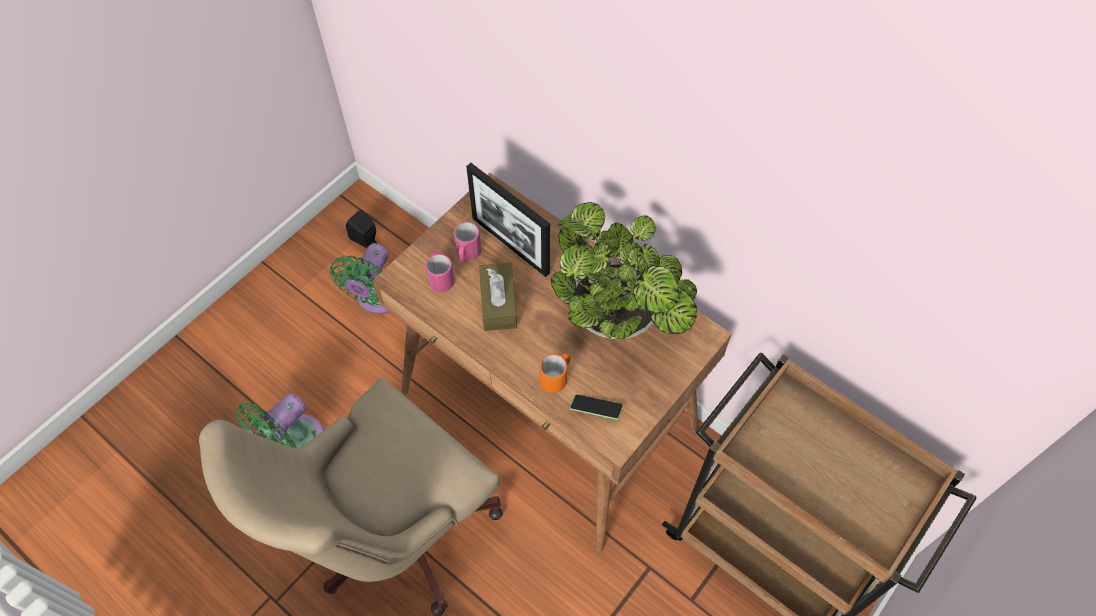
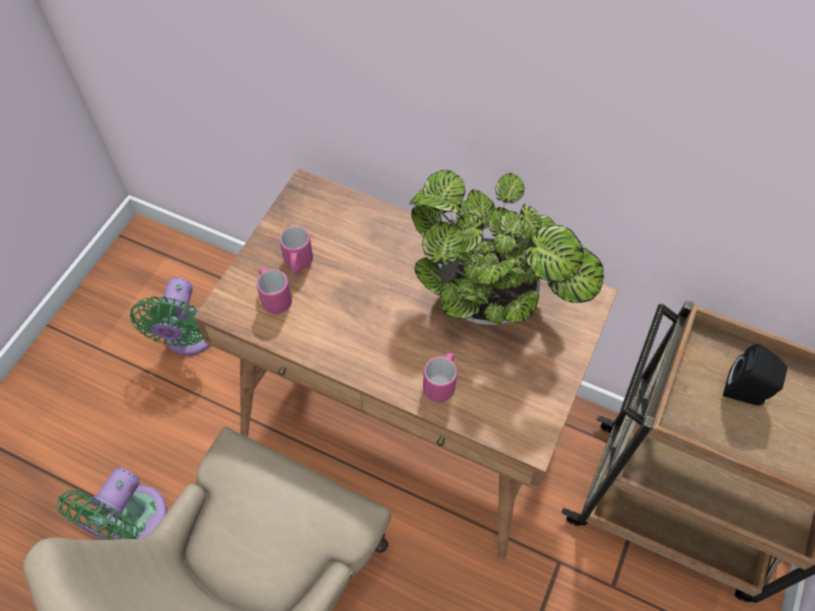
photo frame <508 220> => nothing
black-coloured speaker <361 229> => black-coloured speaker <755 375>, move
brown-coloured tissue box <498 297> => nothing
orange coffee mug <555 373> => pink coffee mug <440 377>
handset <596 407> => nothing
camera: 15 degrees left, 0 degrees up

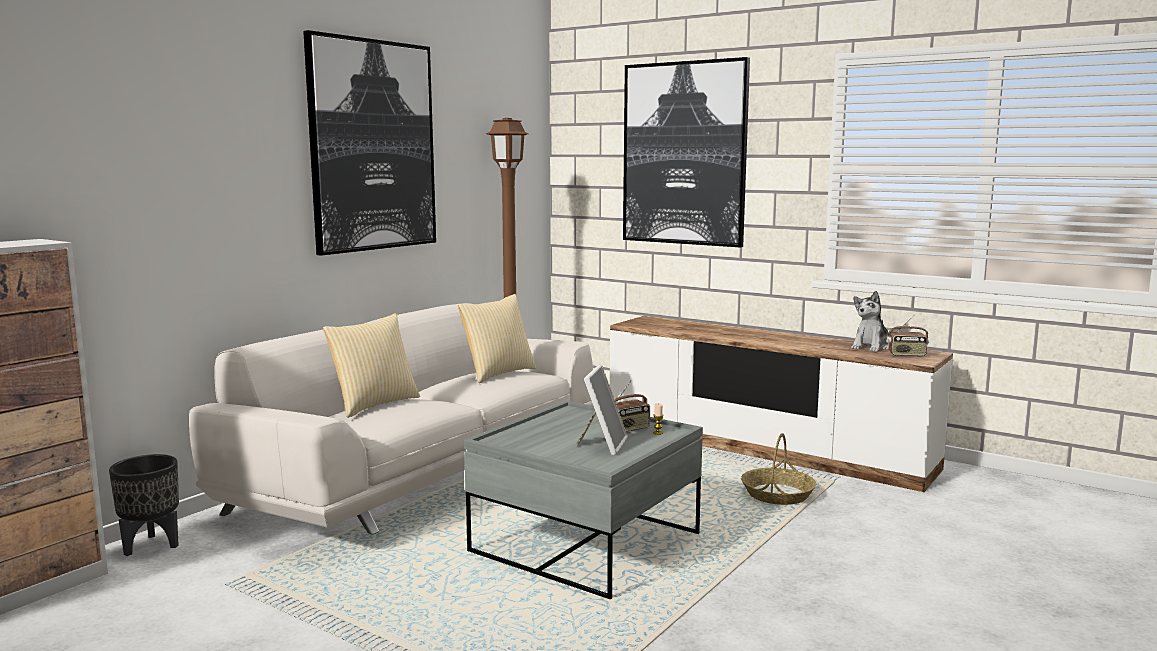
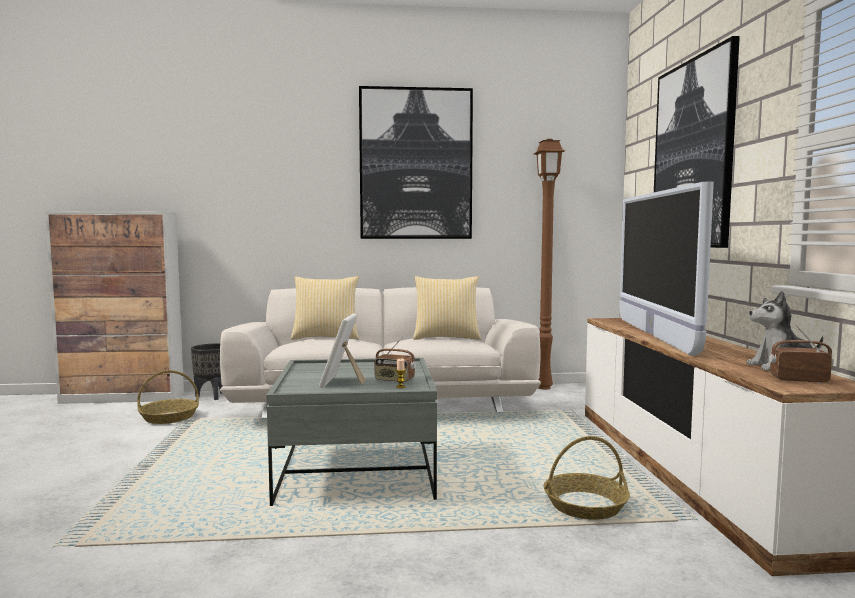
radio <908 336> => radio <801 354>, 135 degrees clockwise
photo frame <602 410> => photo frame <342 350>, 120 degrees clockwise
nothing => television <666 269>
nothing => household basket <168 397>
camera: 50 degrees right, 5 degrees down

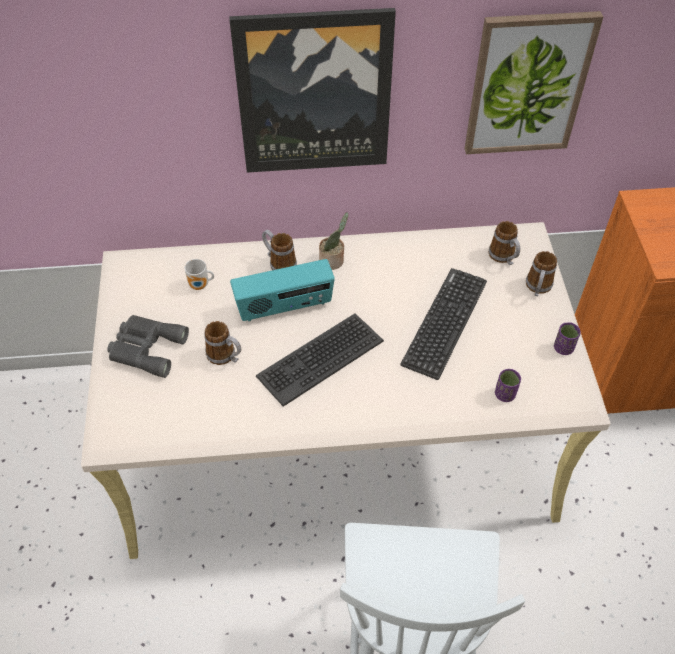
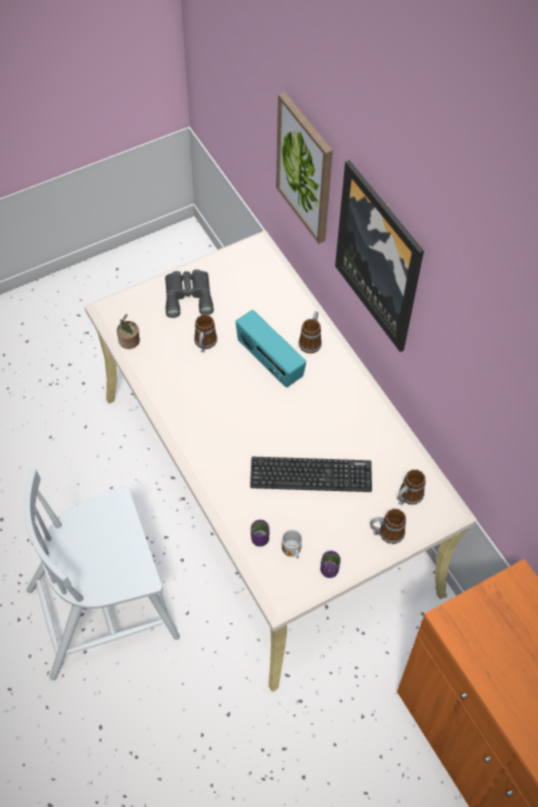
wall picture <534 82> => wall picture <304 168>, move
potted plant <333 241> => potted plant <128 331>, move
coffee mug <199 274> => coffee mug <292 544>, move
PC keyboard <320 360> => nothing
camera: 65 degrees right, 5 degrees up

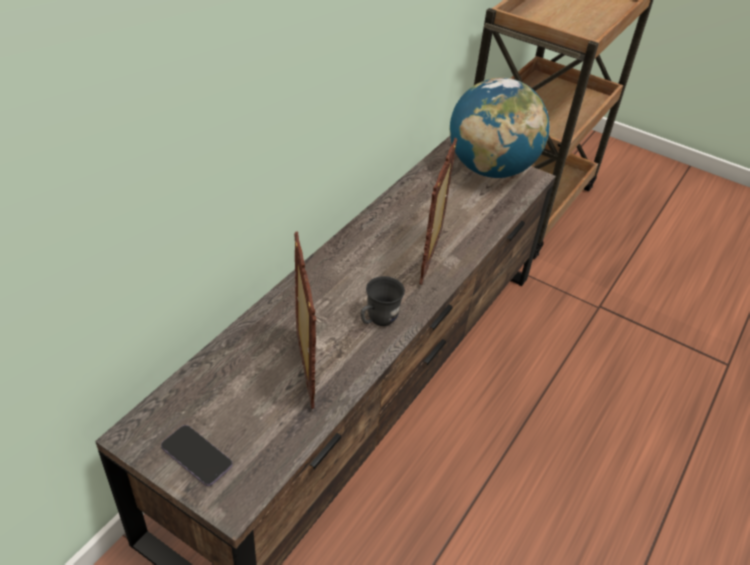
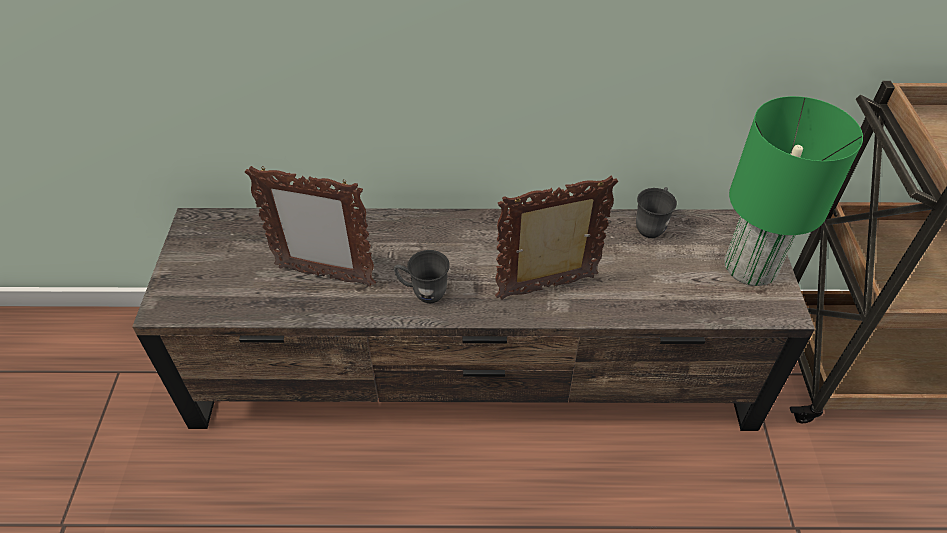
desk globe <499 127> => green-coloured tabletop lamp <793 191>
photo frame <305 320> => photo frame <310 226>, 60 degrees clockwise
handset <197 455> => nothing
nothing => grey coffee mug <656 212>
camera: 60 degrees right, 5 degrees up

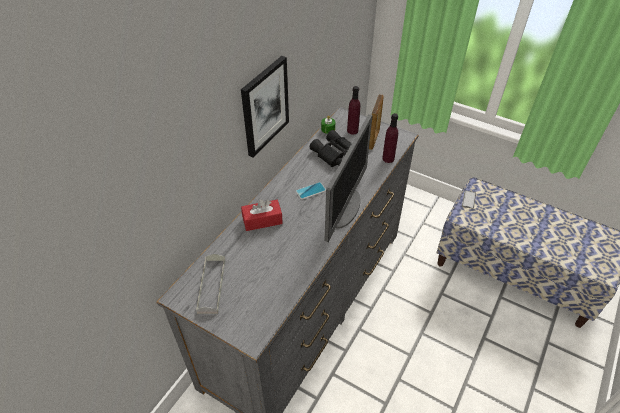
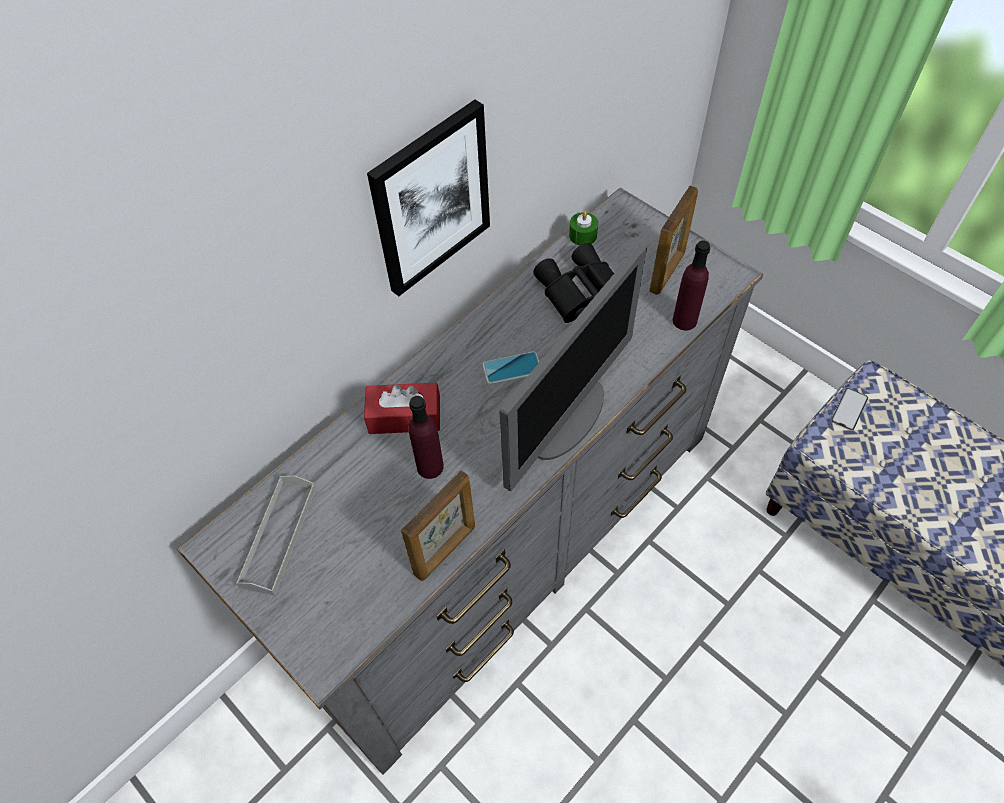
purple drink bottle <353 110> => purple drink bottle <426 437>, move
nothing => photo frame <438 525>
camera: 15 degrees right, 10 degrees up

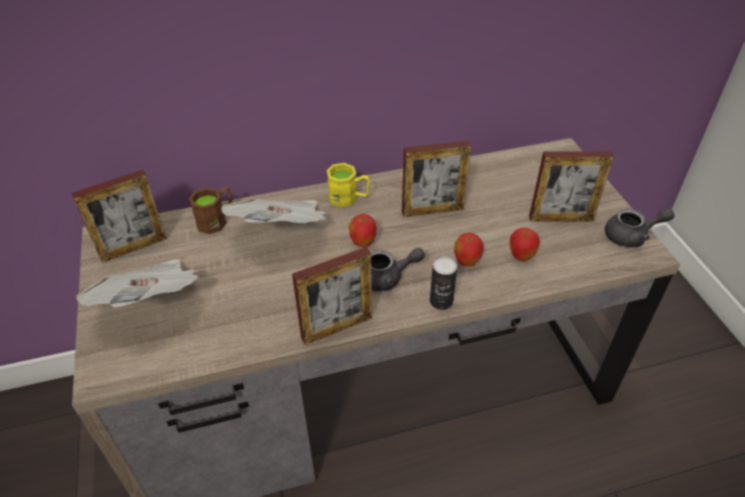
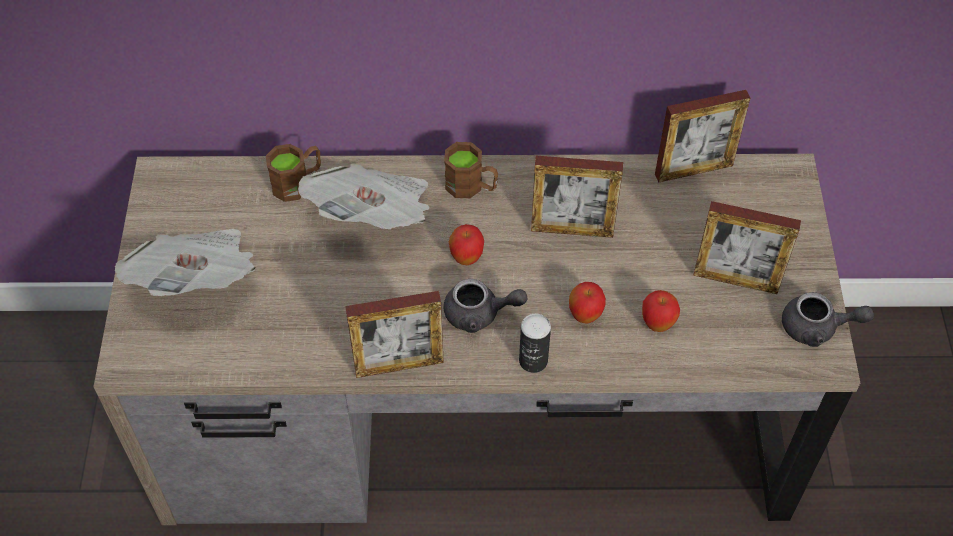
yellowish coffee mug <348 185> => brown-coloured coffee mug <471 170>
photo frame <119 216> => photo frame <702 136>, move
camera: 15 degrees right, 10 degrees up

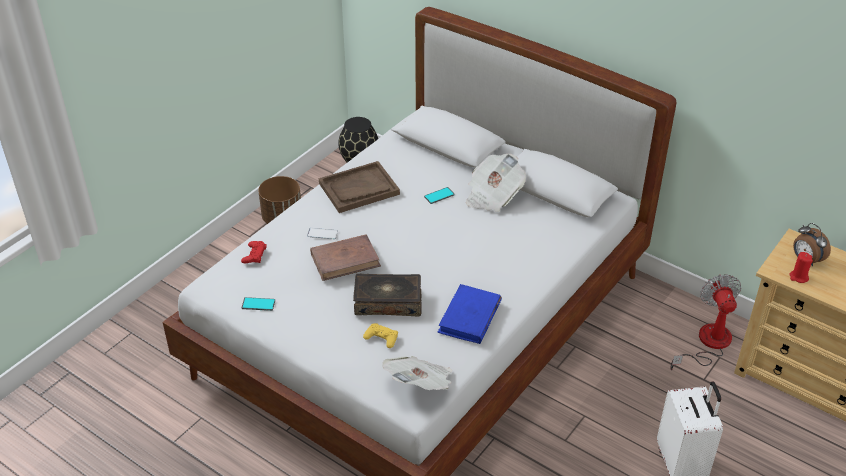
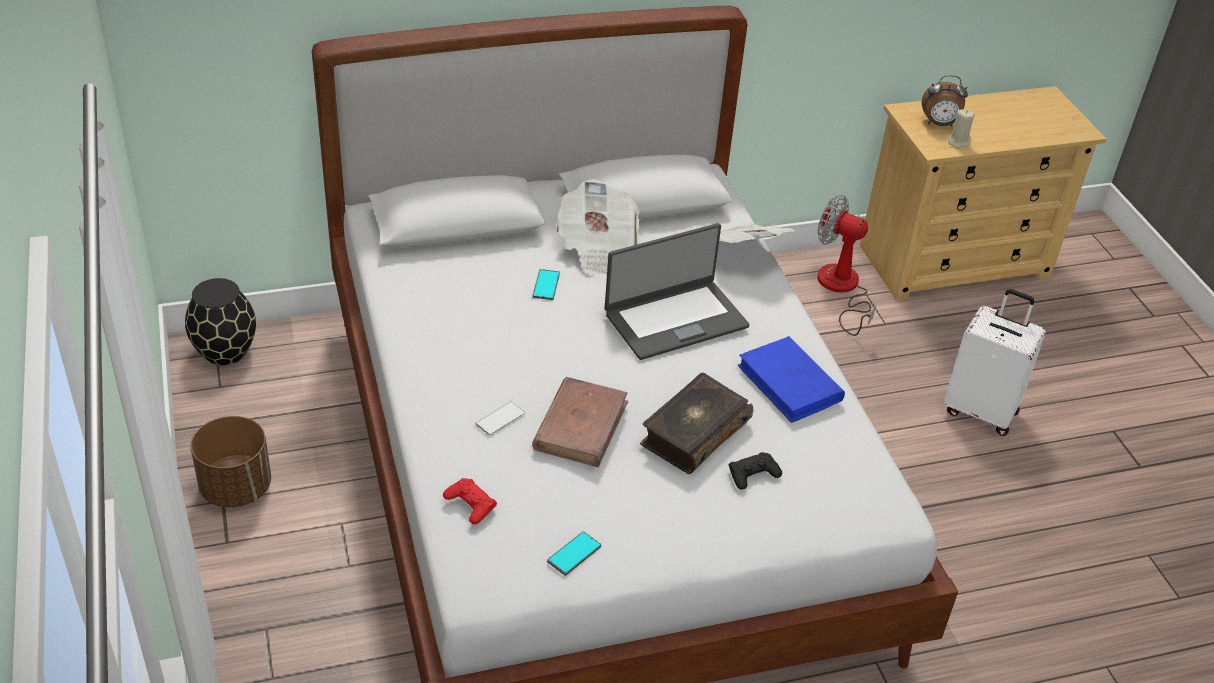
brown-coloured serving tray <359 187> => nothing
reddish wax candle <801 267> => sand-coloured wax candle <961 129>
yellowish joypad <380 335> => black-coloured joypad <755 471>
printed paper <417 373> => printed paper <756 233>, move
nothing => notebook computer <677 291>
camera: 55 degrees left, 0 degrees up

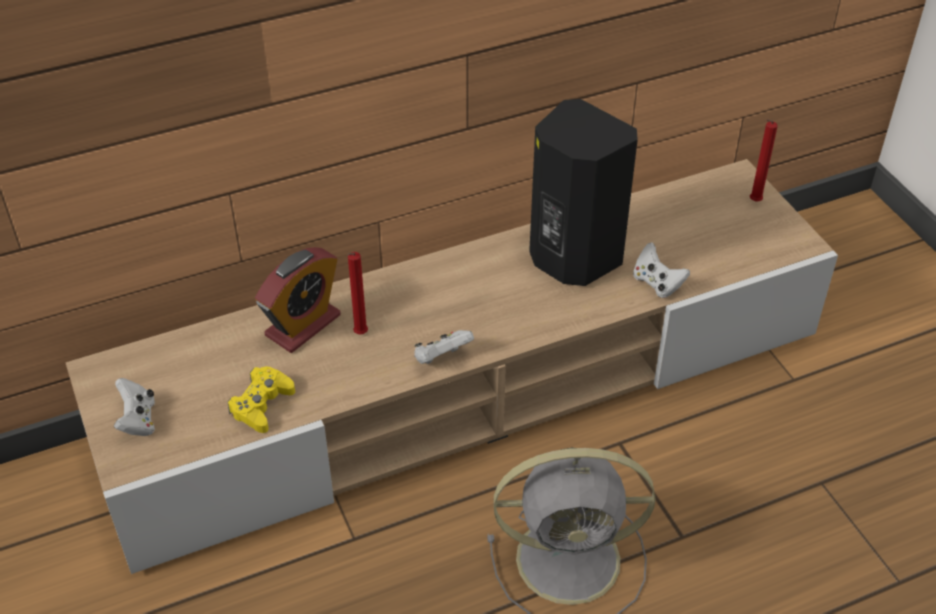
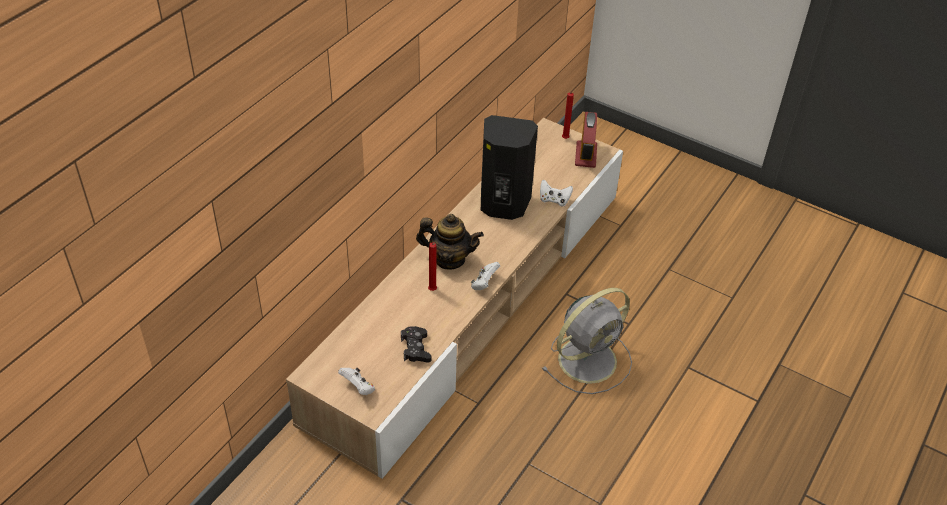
table clock <298 300> => table clock <586 140>, move
yellowish joypad <261 400> => black-coloured joypad <416 344>
nothing => tea pot <450 242>
camera: 35 degrees left, 0 degrees up

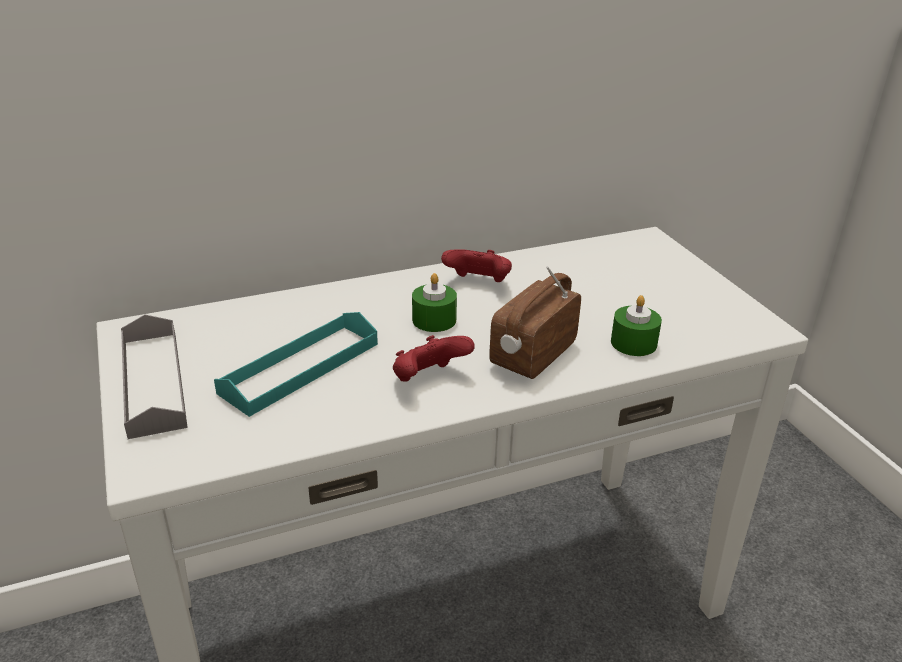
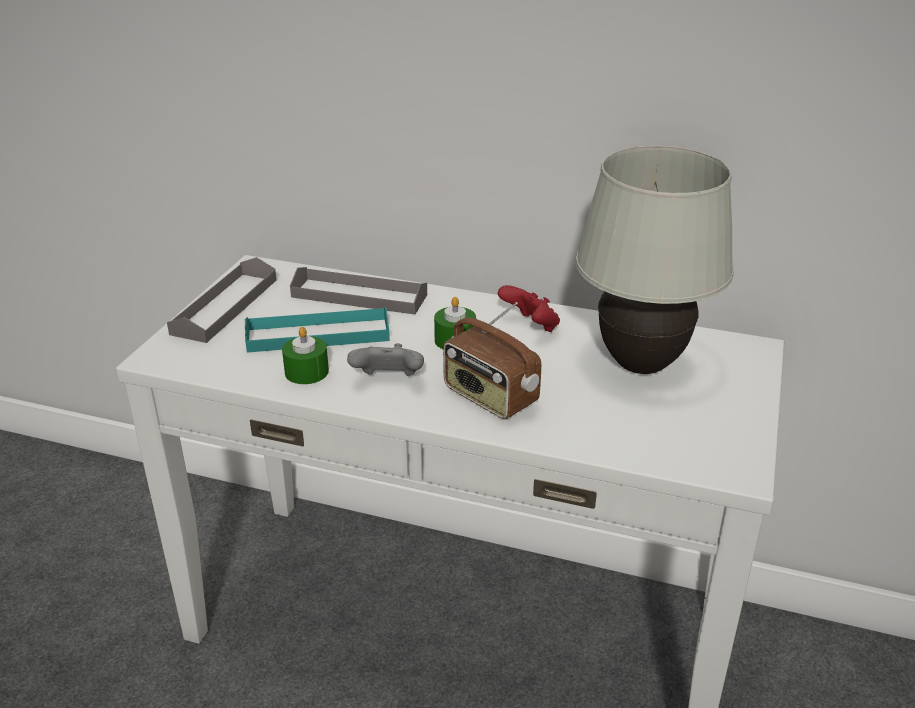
radio <535 322> => radio <492 360>, 120 degrees counterclockwise
green-coloured wax candle <636 325> => green-coloured wax candle <305 355>, move
reddish joypad <434 358> => grey joypad <385 359>
nothing => whitish tabletop lamp <654 260>
nothing => grey serving tray <358 291>
camera: 40 degrees right, 0 degrees up

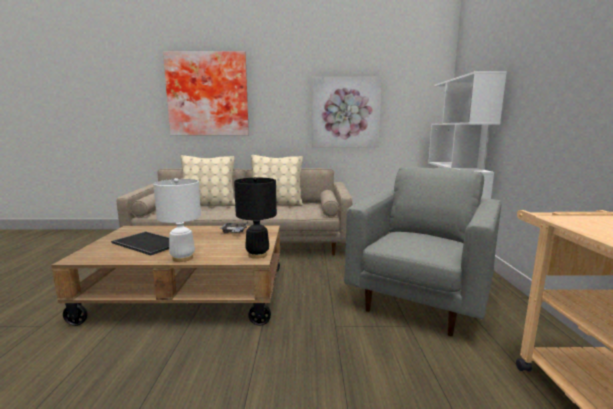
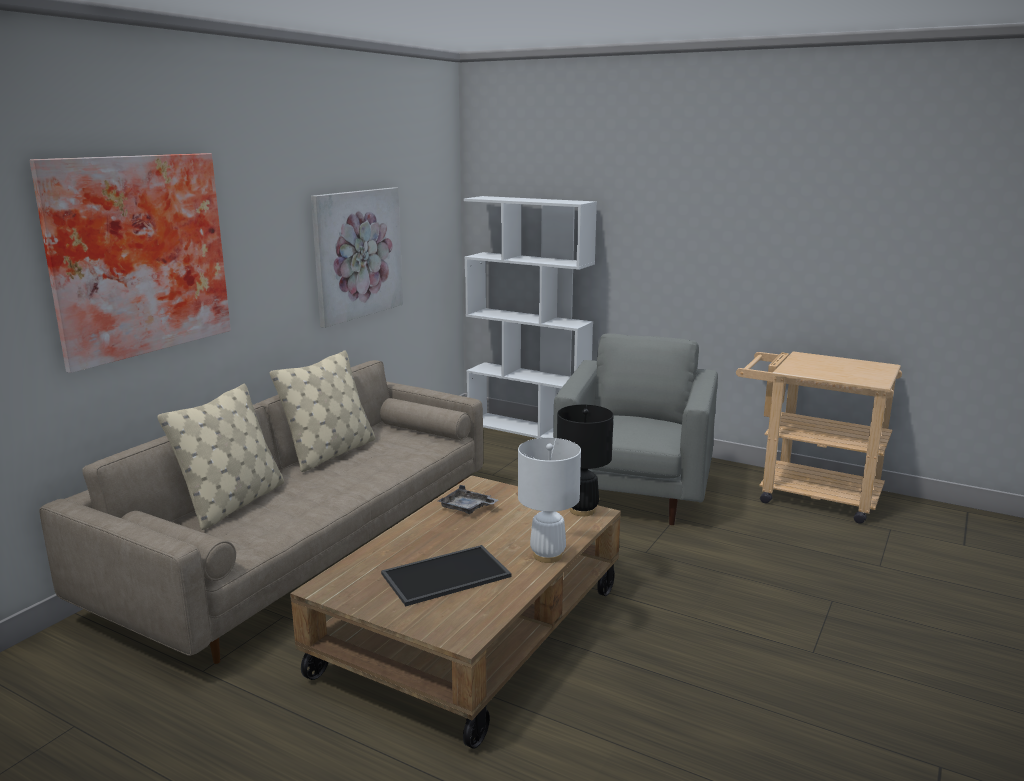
grey armchair <422 251> => grey armchair <635 429>, 45 degrees clockwise
camera: 60 degrees left, 5 degrees up

